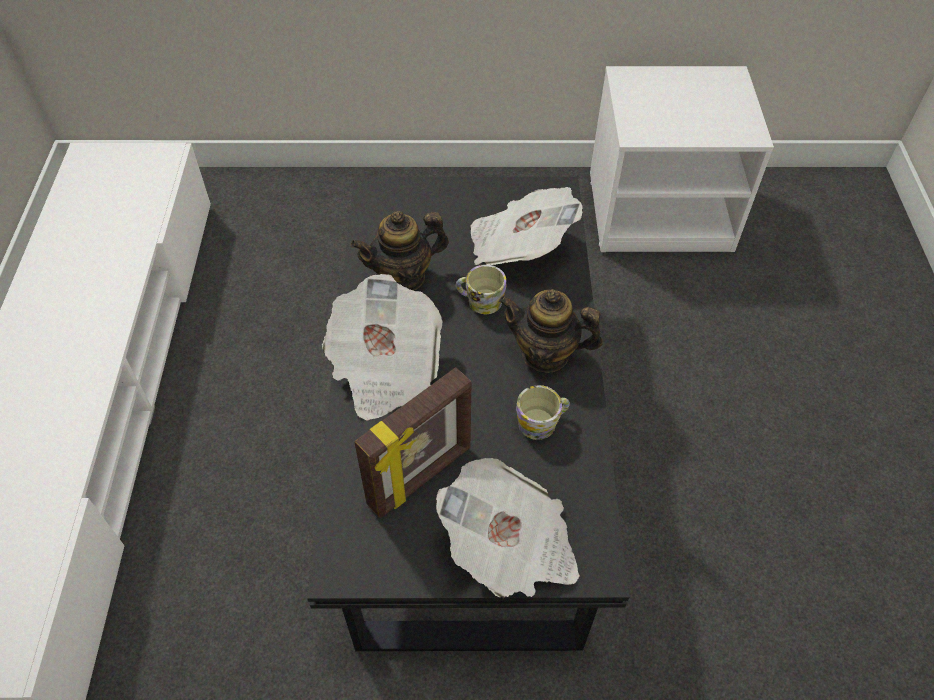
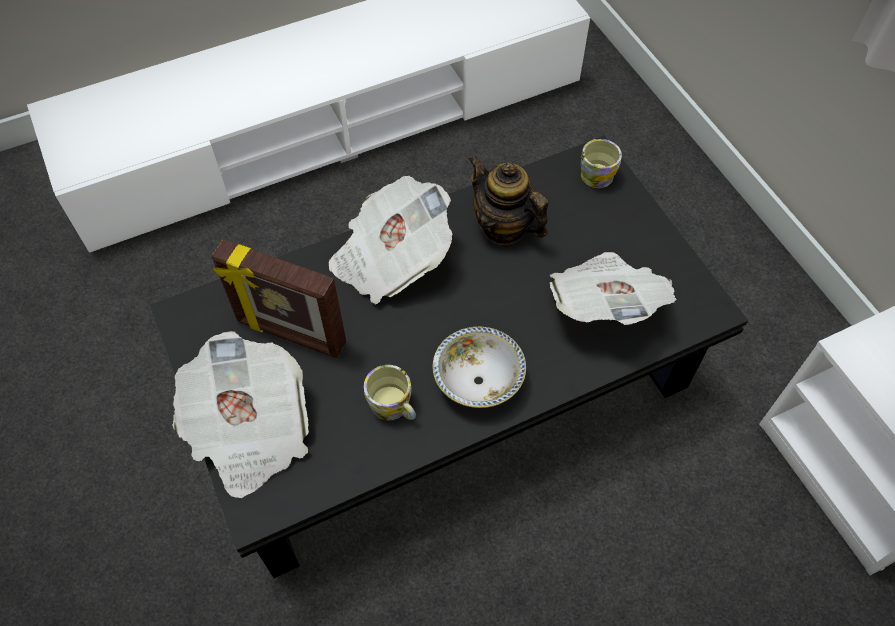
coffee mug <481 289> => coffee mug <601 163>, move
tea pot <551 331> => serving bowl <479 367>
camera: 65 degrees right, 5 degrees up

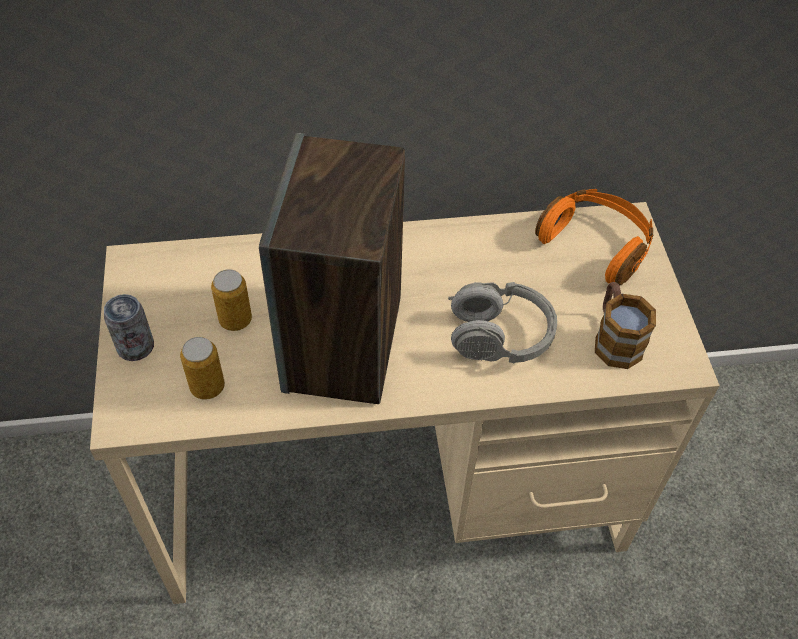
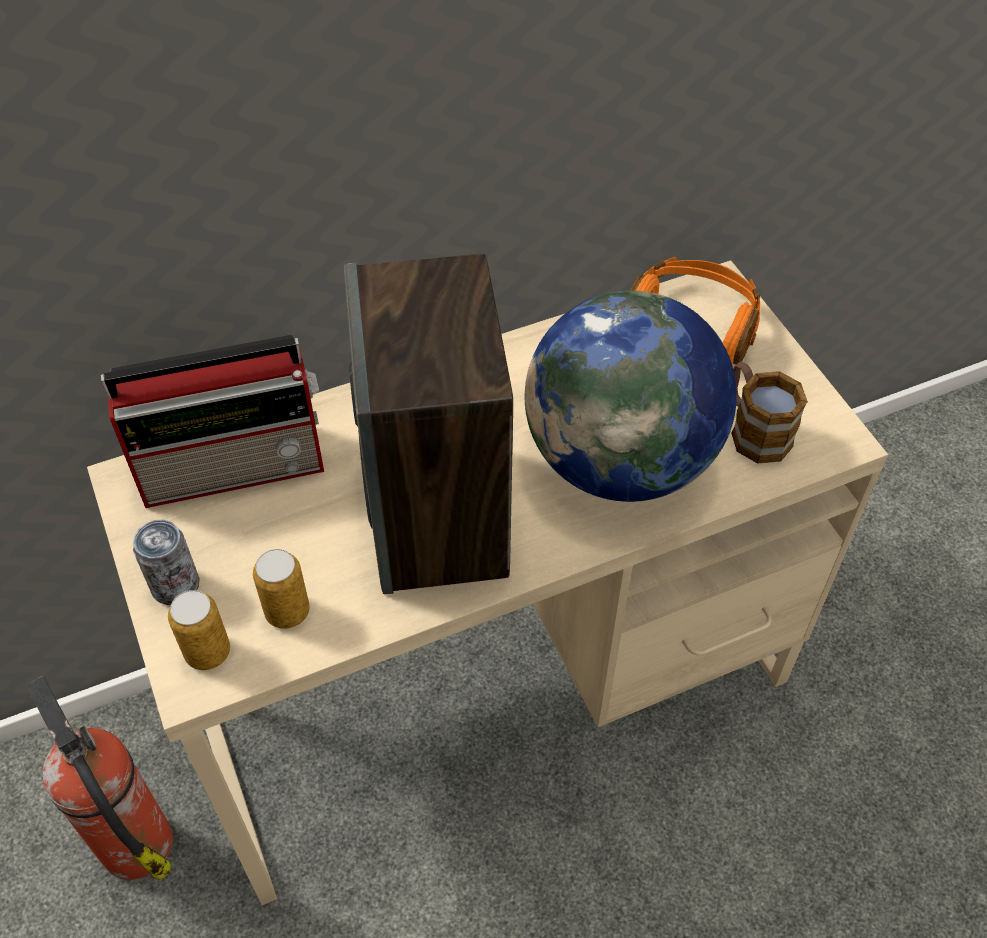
metal can <231 300> => metal can <199 630>, move
grey headphones <502 323> => desk globe <631 396>
nothing => radio <212 421>
nothing => fire-fighting cylinder <99 778>
camera: 15 degrees left, 0 degrees up

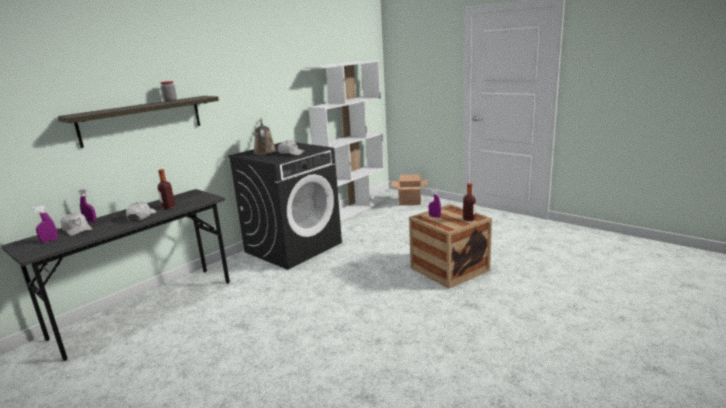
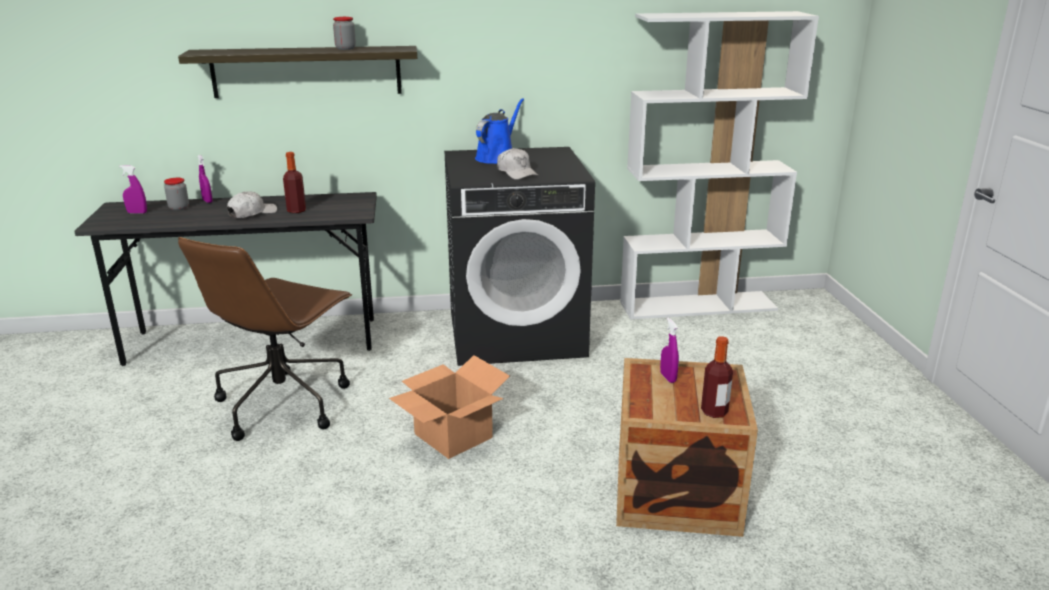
brown-coloured sprinkling can <264 136> => bluish sprinkling can <499 131>
carton <409 189> => carton <449 407>, move
whitish peaked cap <76 224> => jar <176 194>
nothing => brown-coloured desk chair <265 339>
camera: 40 degrees right, 5 degrees up

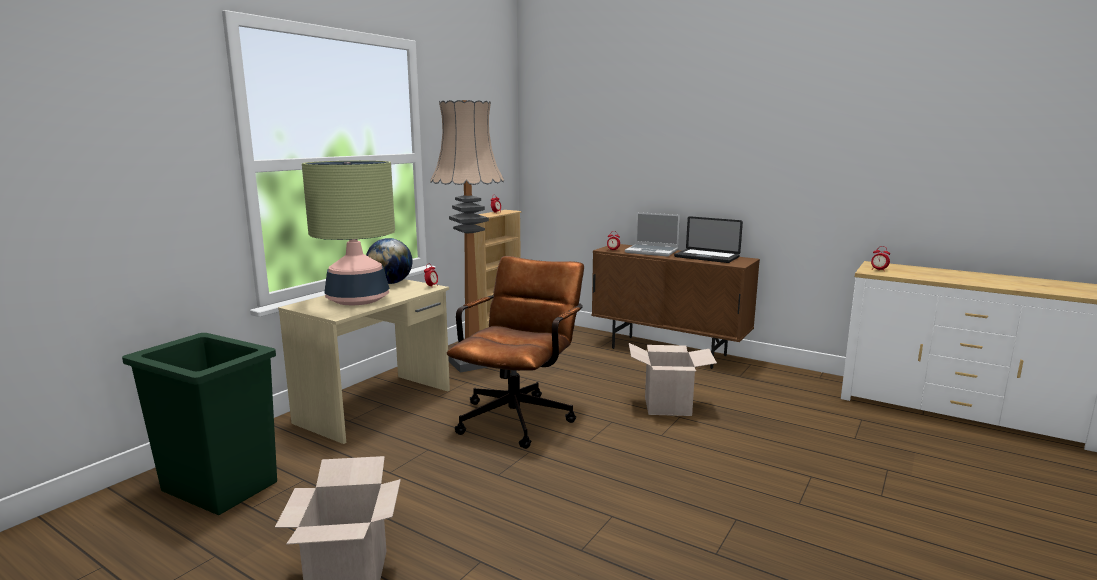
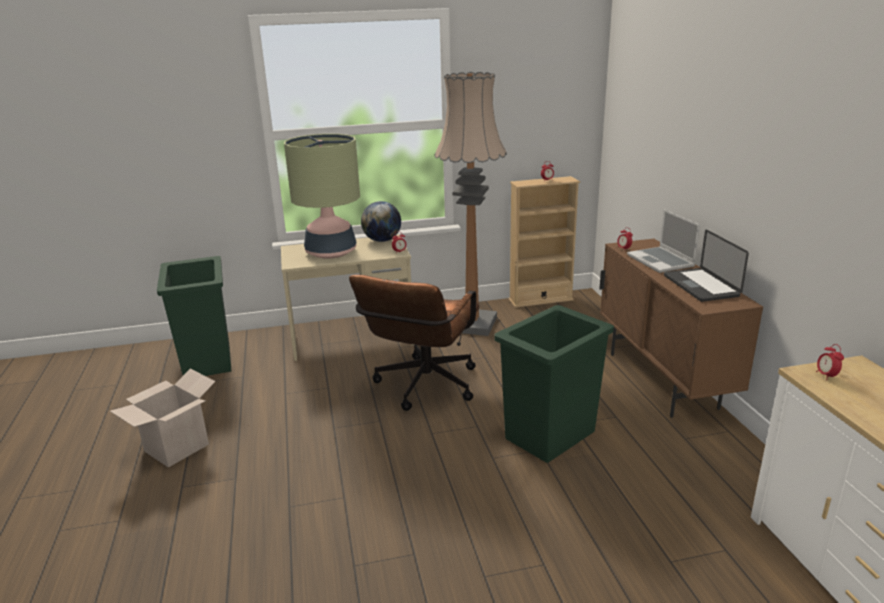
brown-coloured desk chair <515 352> => brown-coloured desk chair <414 343>, 135 degrees clockwise
carton <673 379> => green-coloured waste bin <554 384>
camera: 45 degrees right, 10 degrees up

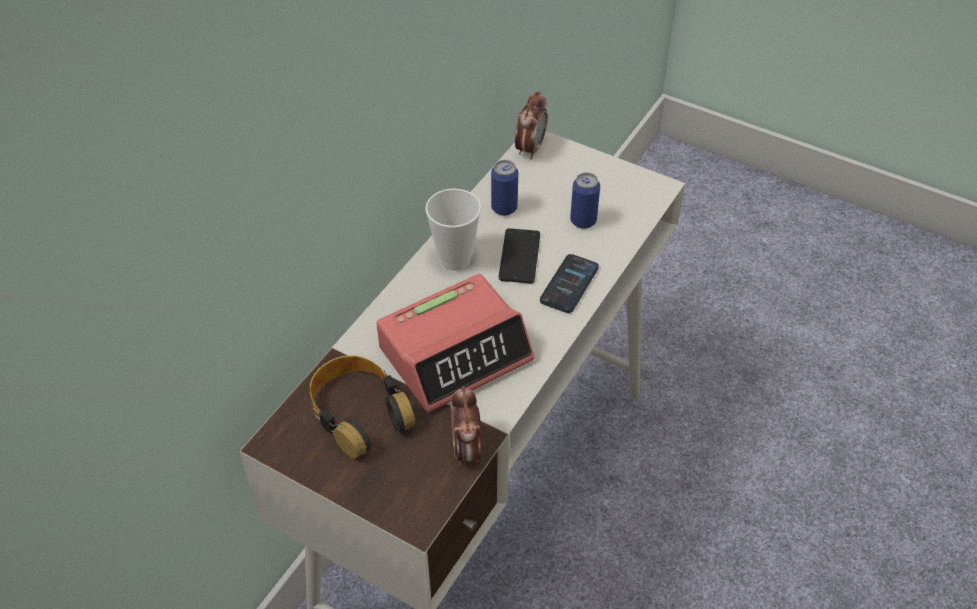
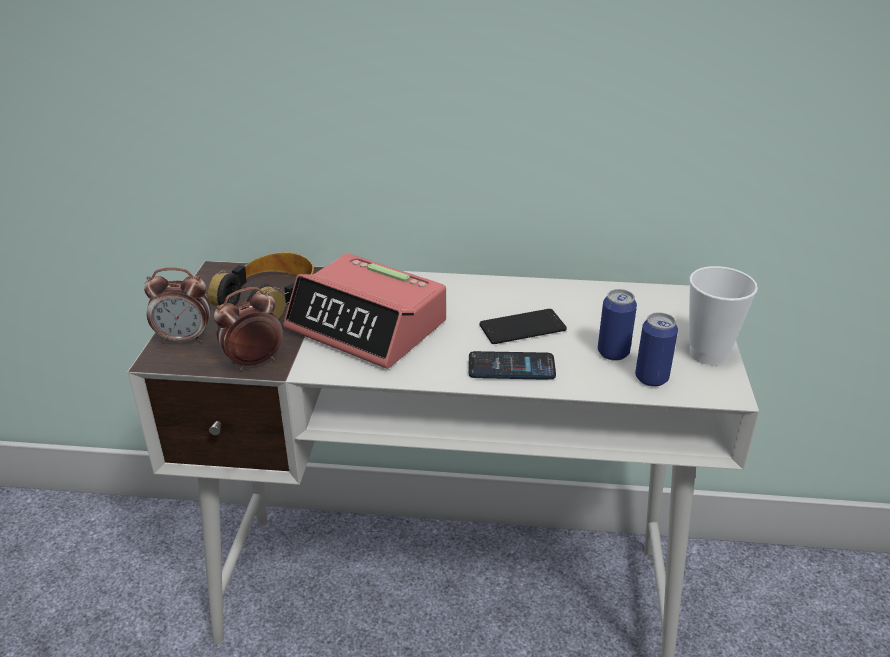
table clock <531 126> => table clock <177 306>, move
metal can <504 188> => metal can <656 349>, move
drinking cup <453 229> => drinking cup <723 315>, move
camera: 65 degrees right, 15 degrees down

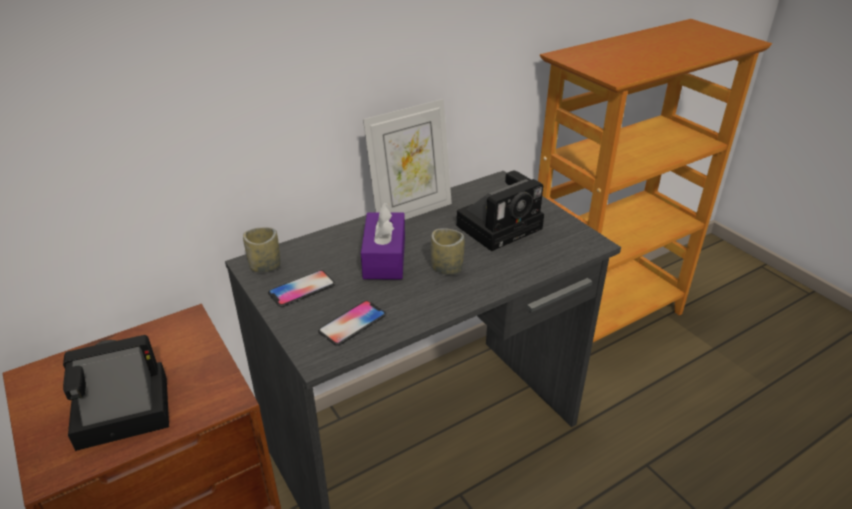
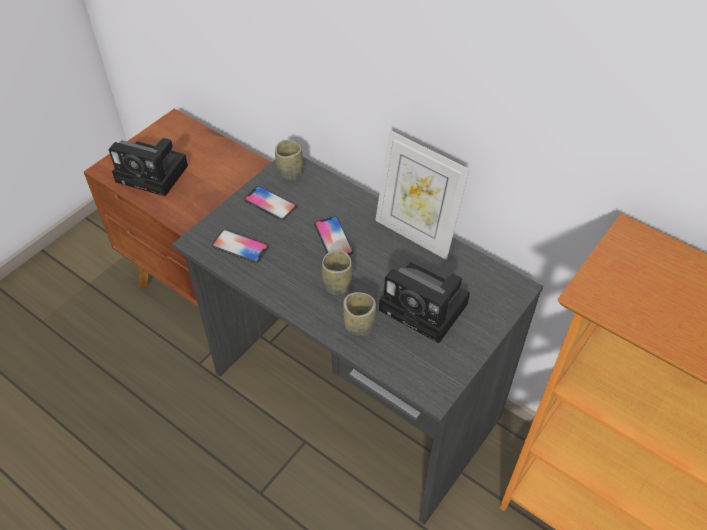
purple tissue box <383 240> => handset <334 235>
still camera <116 393> => still camera <148 167>, 150 degrees clockwise
nothing => drinking cup <359 314>
camera: 70 degrees right, 15 degrees up

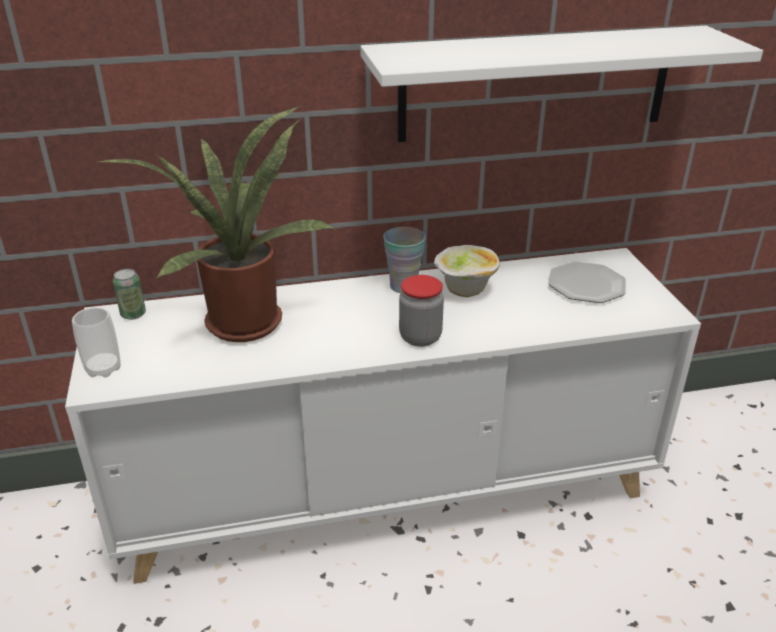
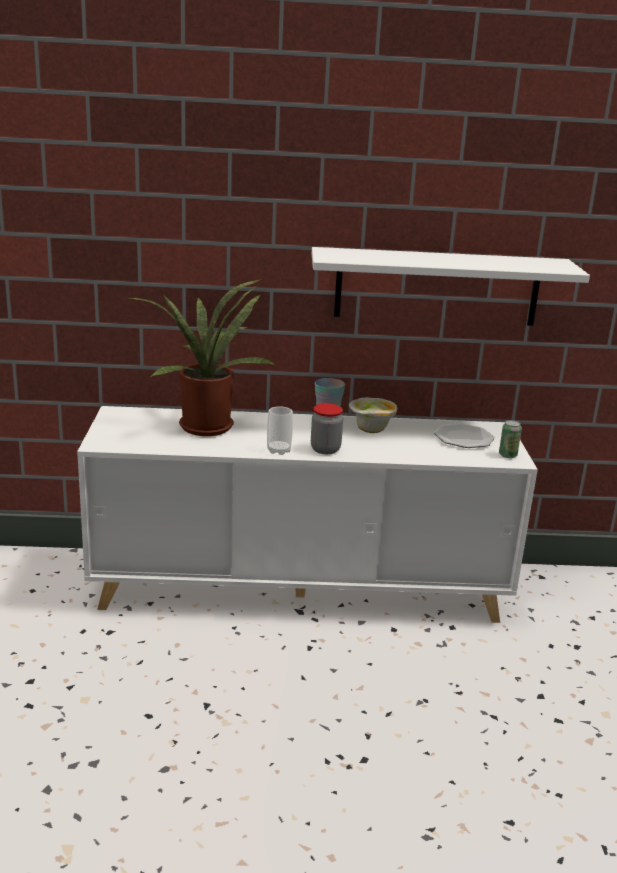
metal can <129 294> => metal can <510 439>, move
drinking cup <96 342> => drinking cup <280 430>, move
camera: 10 degrees right, 10 degrees down

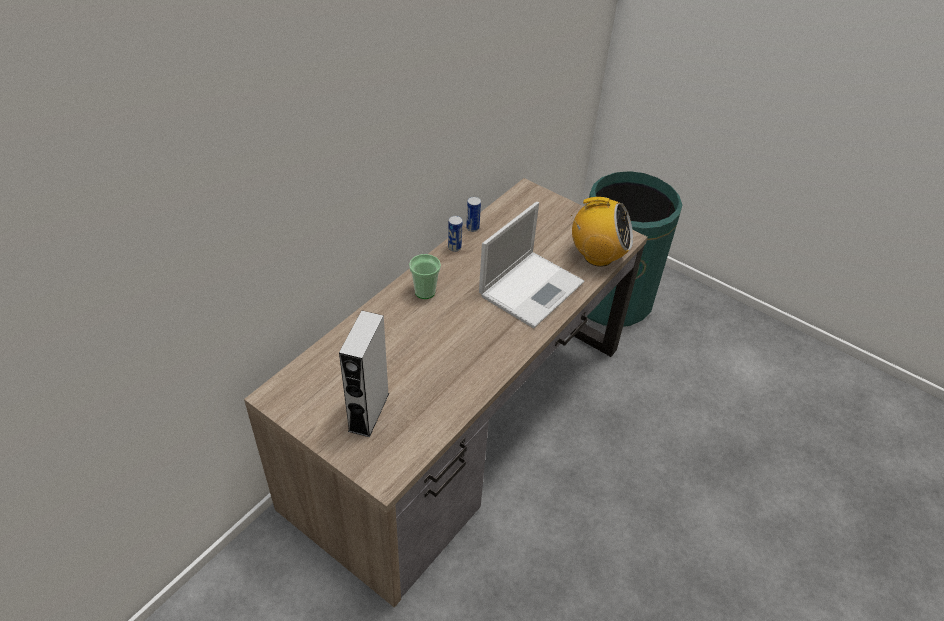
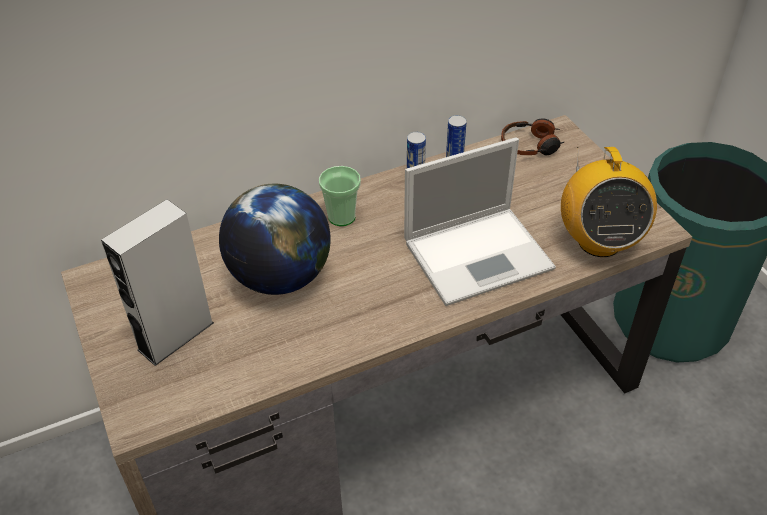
radio <602 232> => radio <609 202>, 45 degrees clockwise
nothing => headphones <532 137>
nothing => desk globe <275 239>
camera: 30 degrees right, 0 degrees up

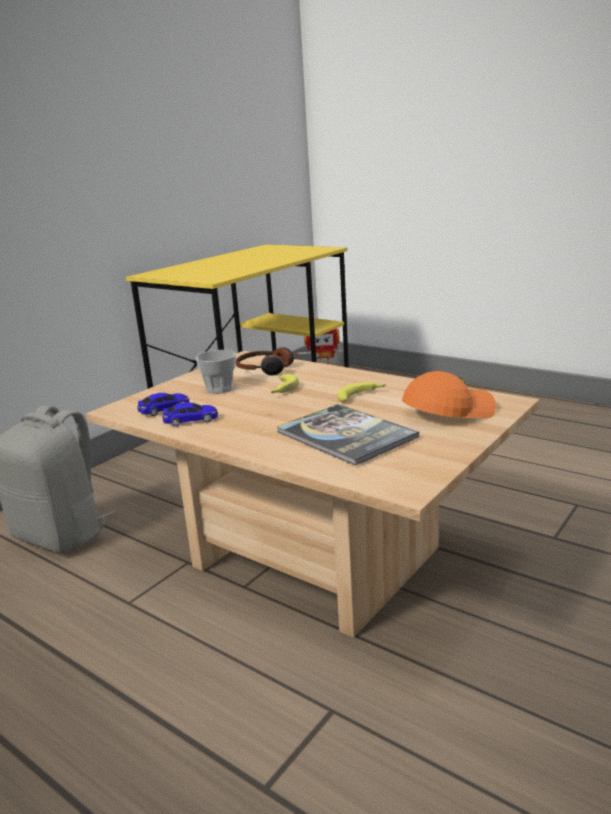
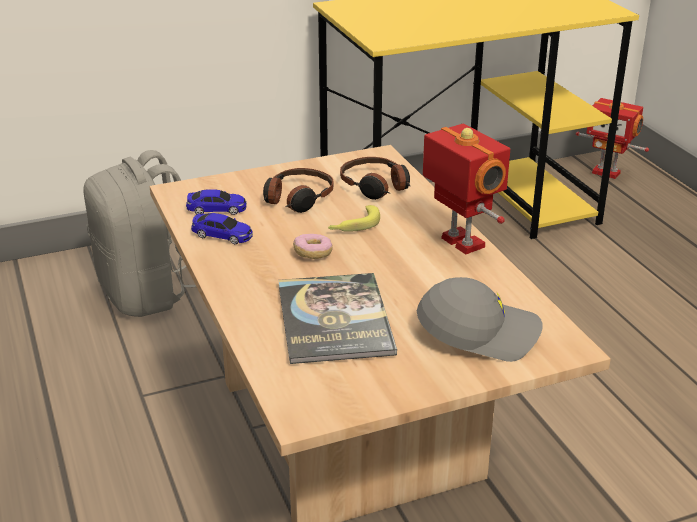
drinking cup <216 372> => headphones <298 190>
orange peaked cap <449 394> => grey peaked cap <480 319>
banana <361 392> => nothing
nothing => model robot <466 189>
nothing => donut <313 246>
camera: 30 degrees right, 10 degrees up

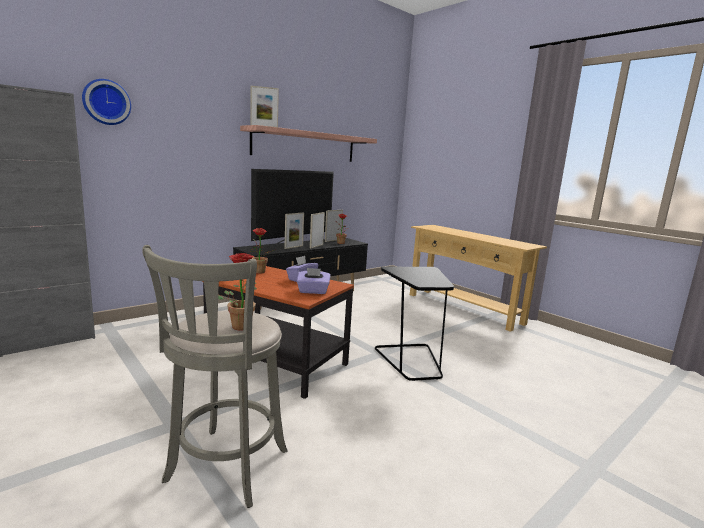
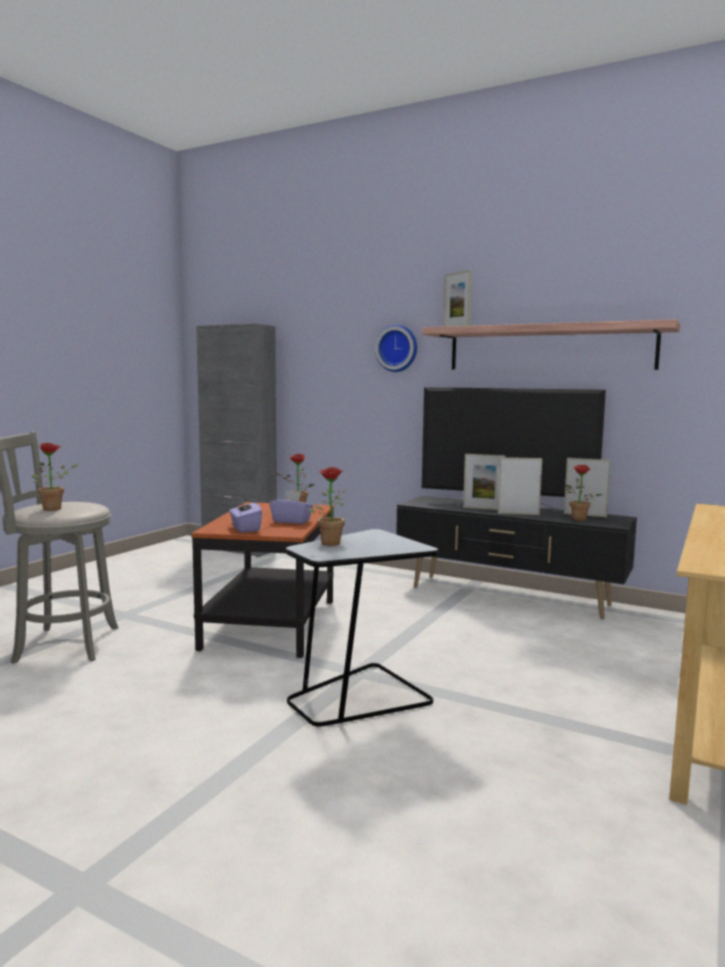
wall clock <106 102> => wall clock <396 348>, move
nothing => potted plant <327 506>
camera: 70 degrees right, 5 degrees down

